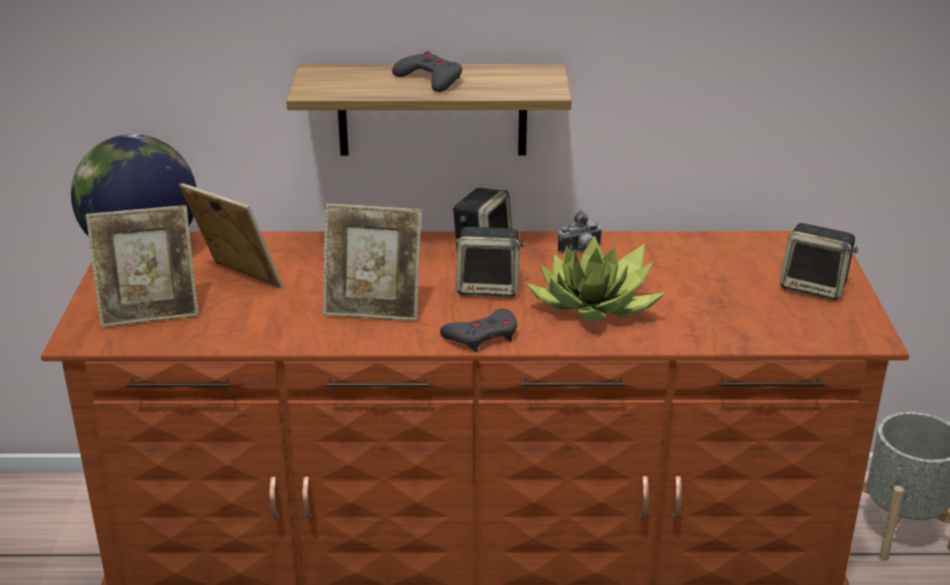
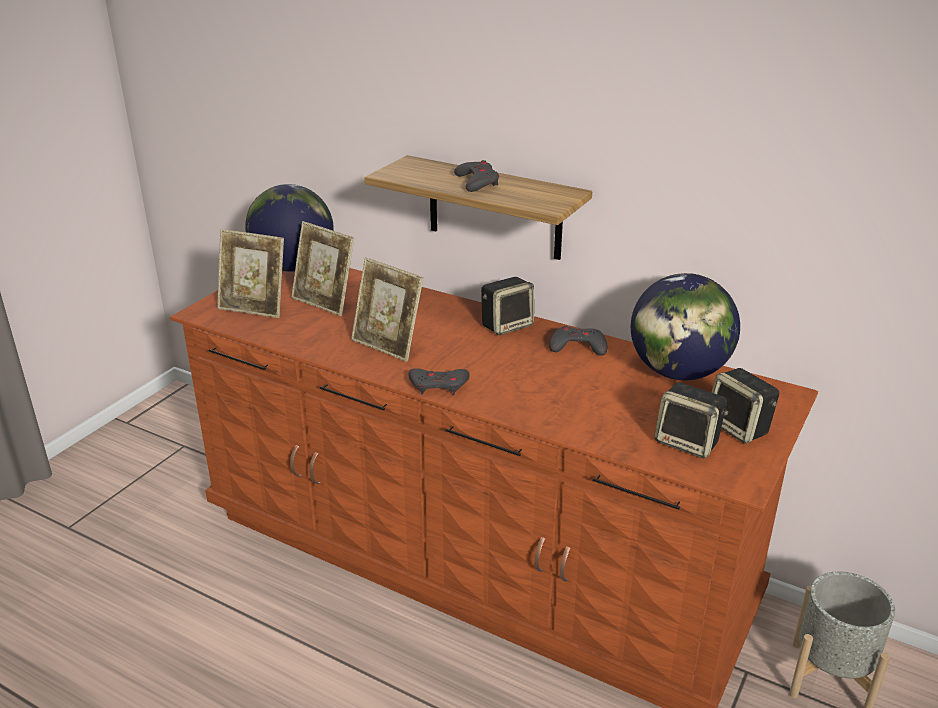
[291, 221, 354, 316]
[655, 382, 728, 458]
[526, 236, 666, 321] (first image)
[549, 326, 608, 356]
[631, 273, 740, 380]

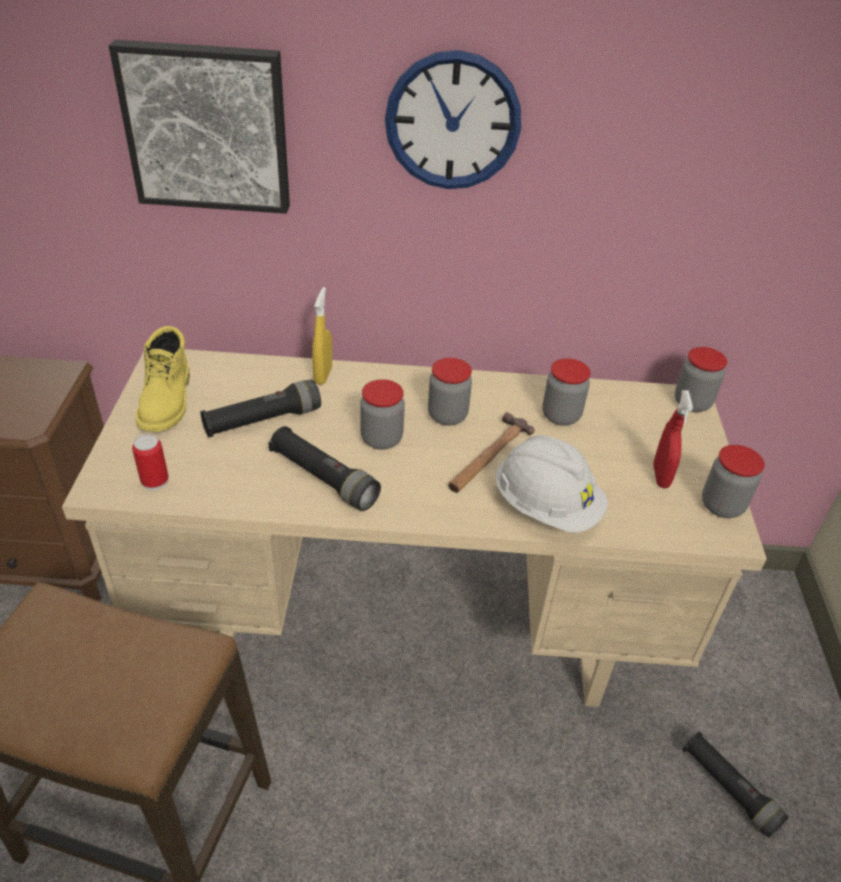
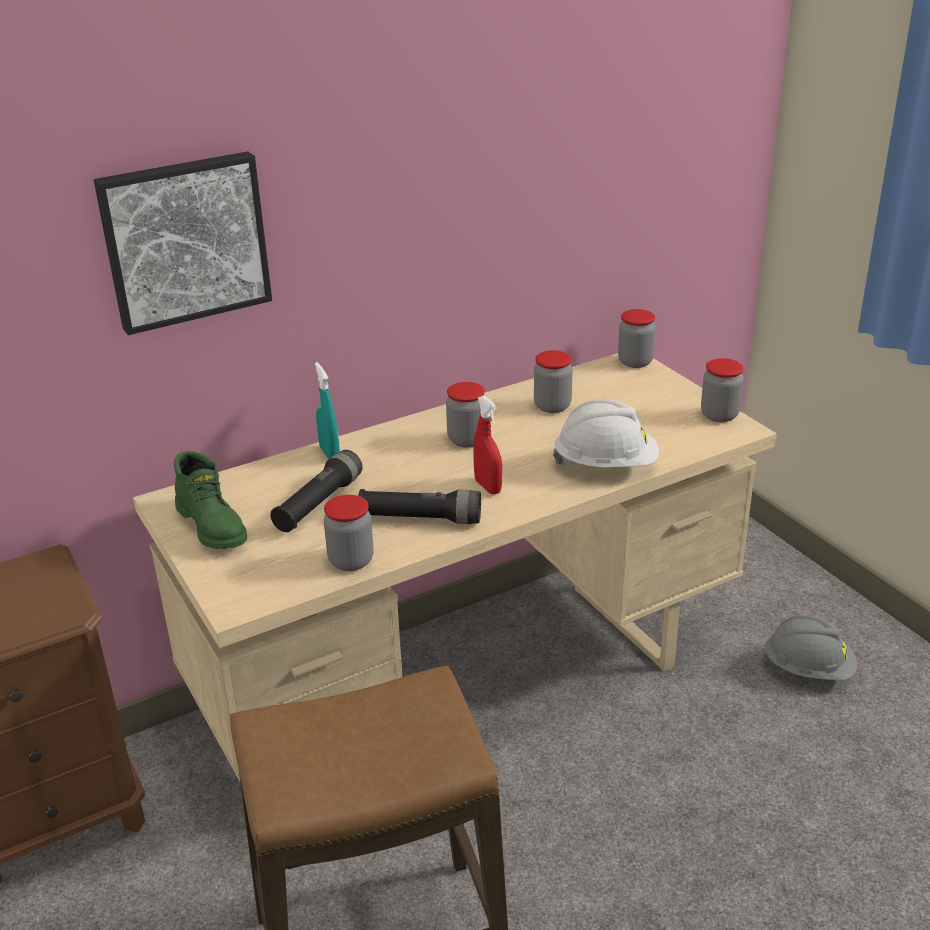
[132, 434, 169, 490] (first image)
[174, 451, 247, 549]
[315, 362, 340, 460]
[324, 495, 374, 571]
[385, 50, 521, 189] (first image)
[448, 412, 535, 493] (first image)
[473, 395, 502, 494]
[763, 615, 857, 680]

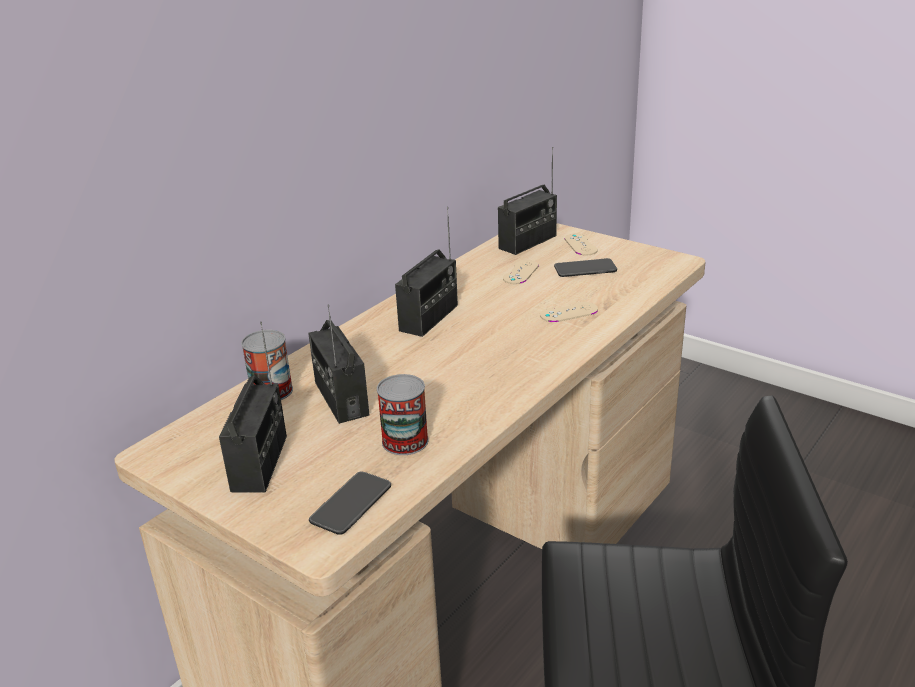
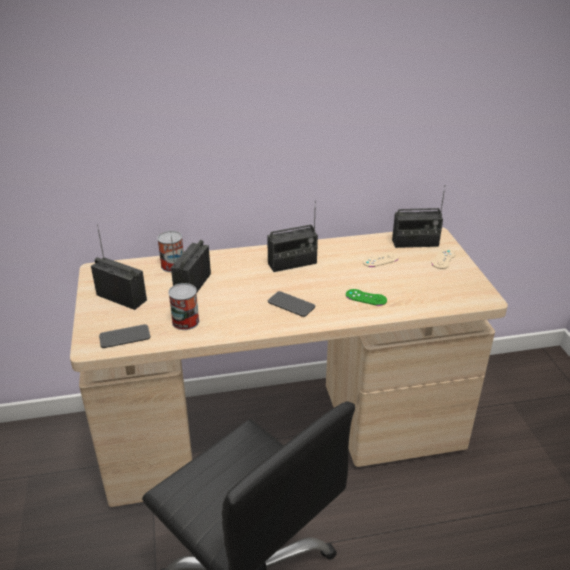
[91, 224, 147, 310]
[346, 289, 387, 306]
[268, 291, 315, 317]

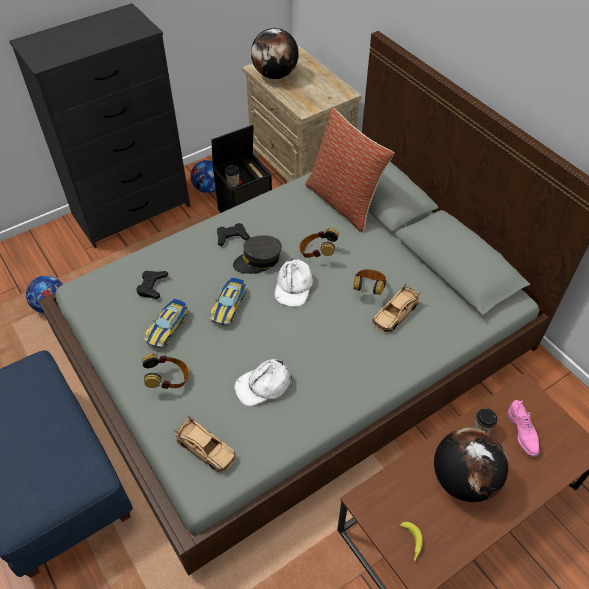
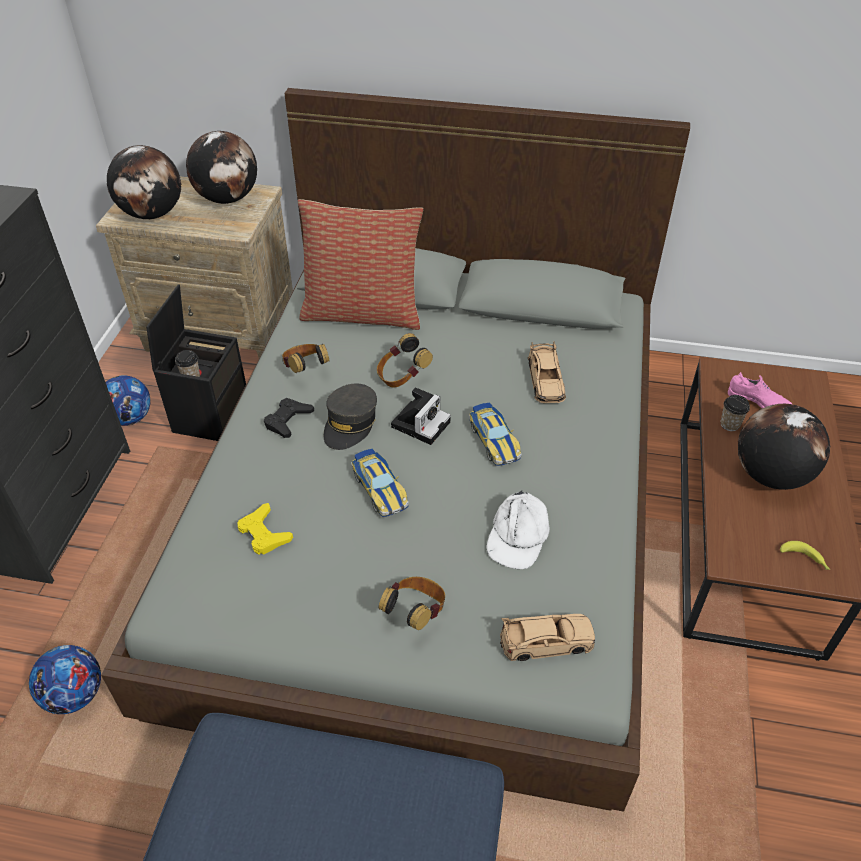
[238, 503, 293, 555]
[469, 403, 522, 466]
[391, 388, 451, 445]
[282, 344, 329, 373]
[186, 131, 257, 204]

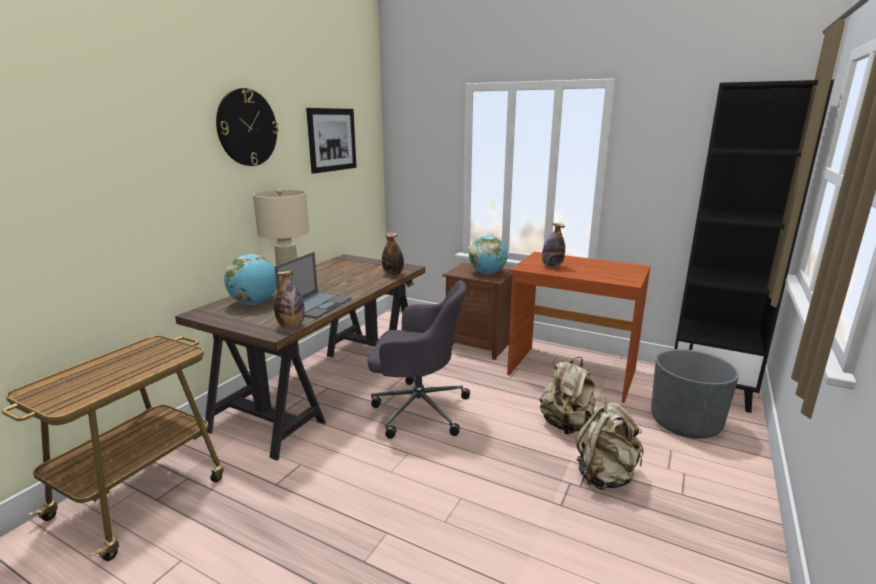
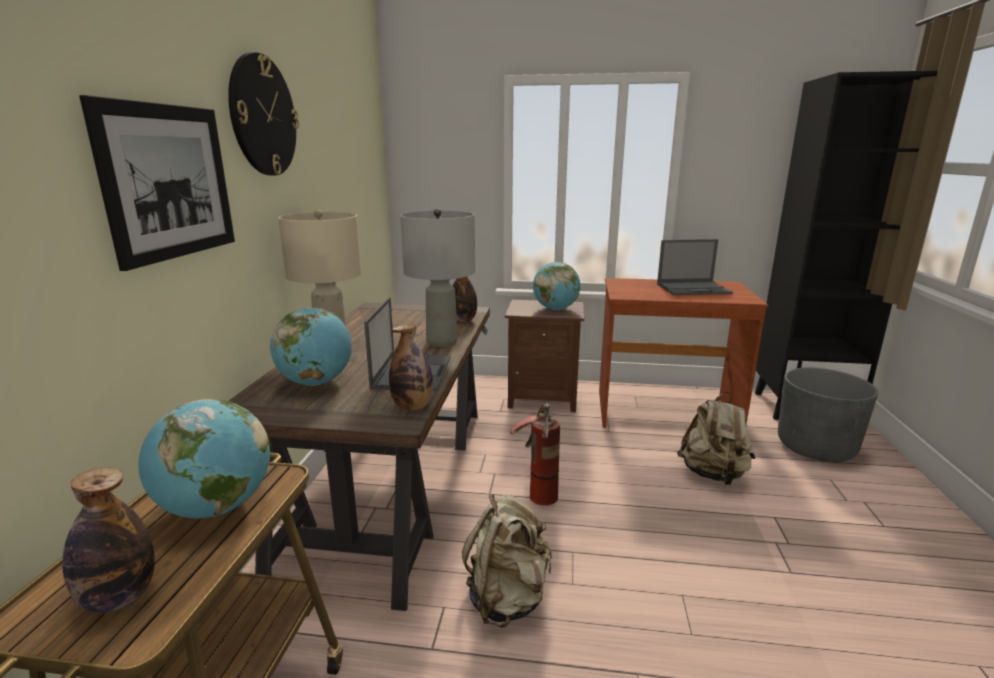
[79, 95, 235, 271]
[510, 404, 560, 505]
[62, 467, 155, 613]
[462, 494, 552, 628]
[138, 399, 270, 518]
[400, 208, 475, 347]
[657, 239, 733, 295]

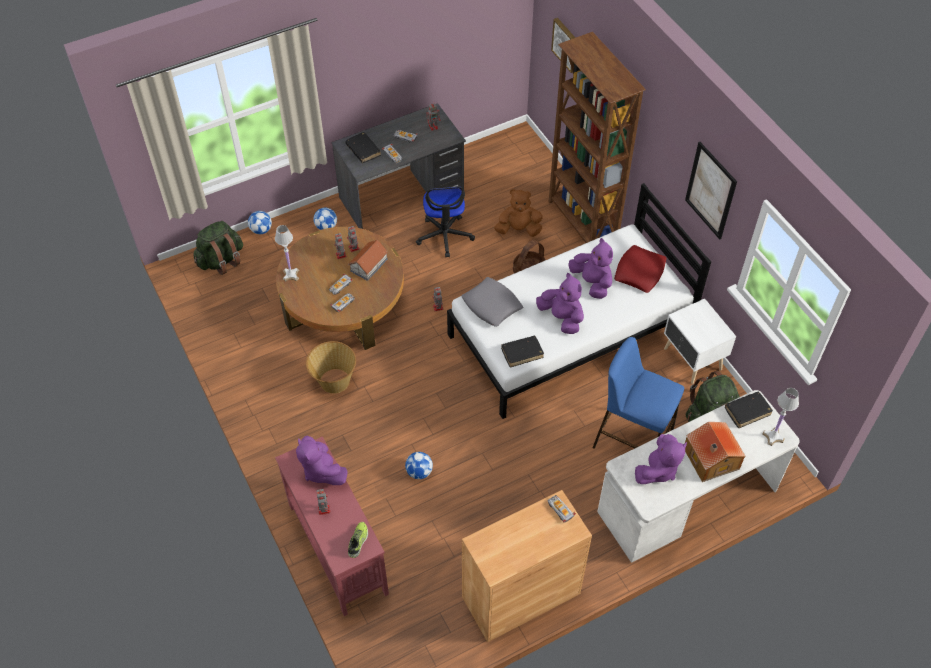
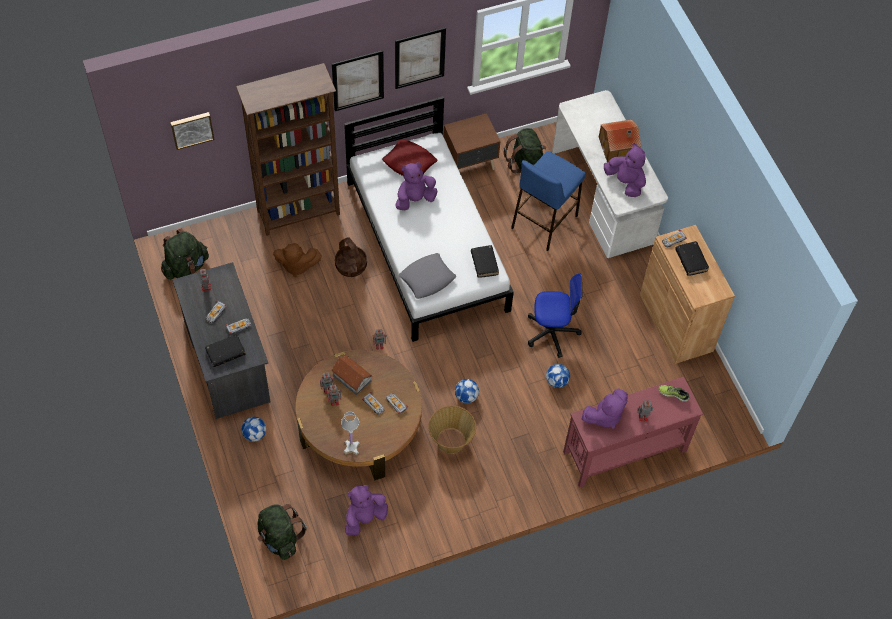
[455, 379, 479, 403]
[528, 273, 582, 358]
[273, 243, 322, 277]
[345, 485, 388, 535]
[444, 113, 501, 170]
[675, 241, 709, 276]
[762, 388, 799, 446] (first image)
[161, 229, 209, 280]
[332, 50, 384, 111]

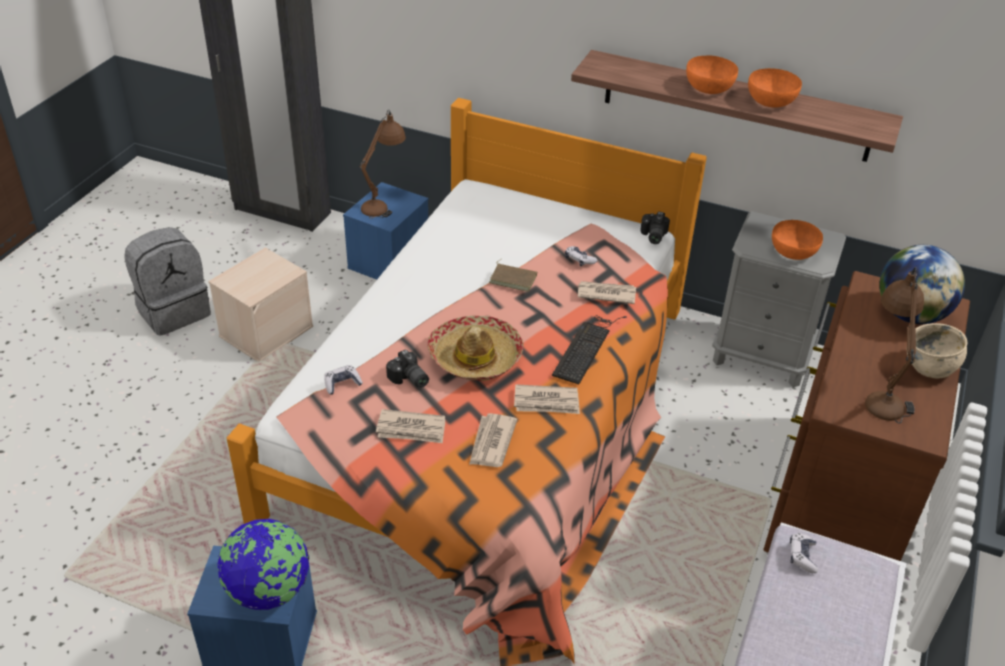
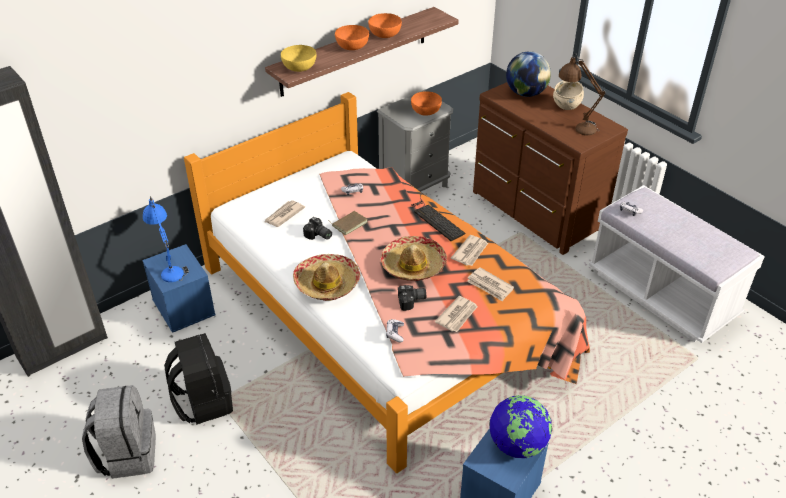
[164, 333, 233, 425]
[143, 196, 189, 282]
[265, 200, 305, 227]
[303, 217, 332, 240]
[281, 45, 316, 72]
[293, 254, 361, 301]

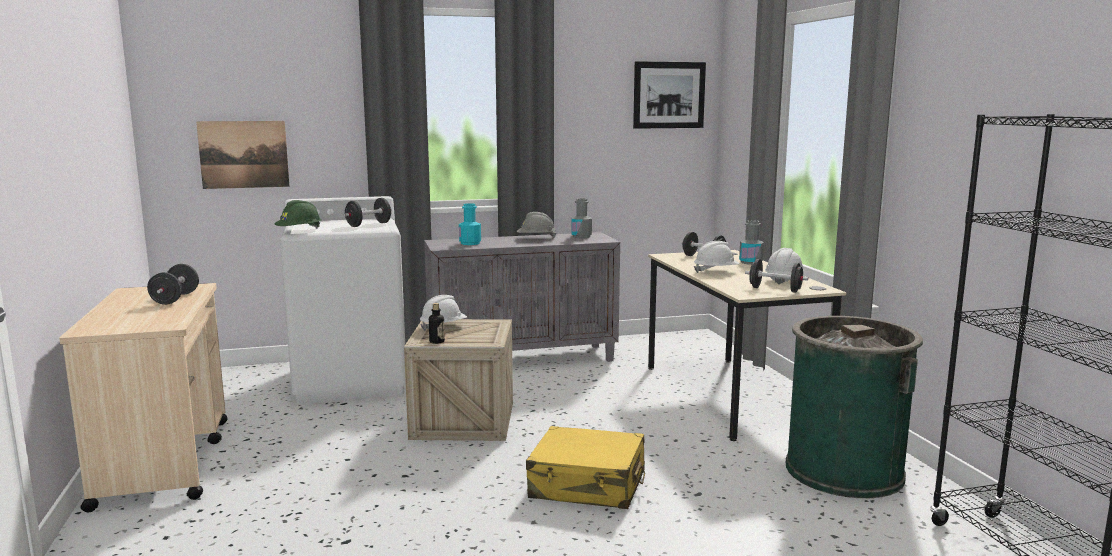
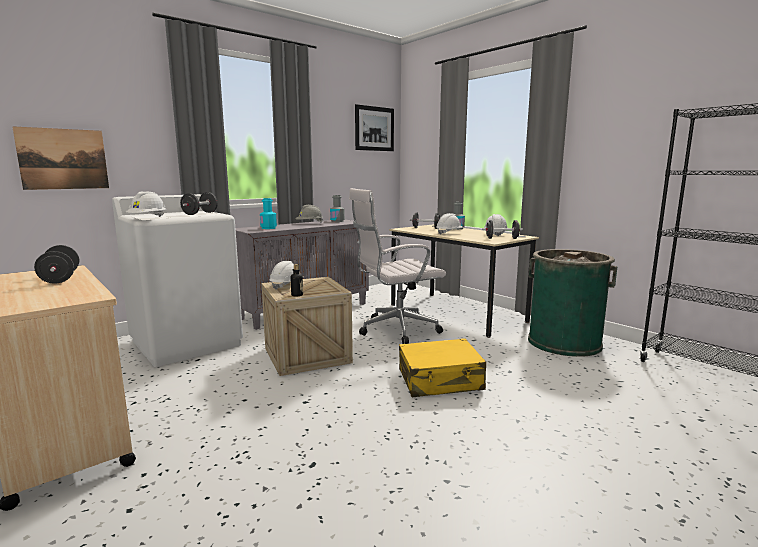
[126, 191, 166, 217]
[349, 188, 446, 344]

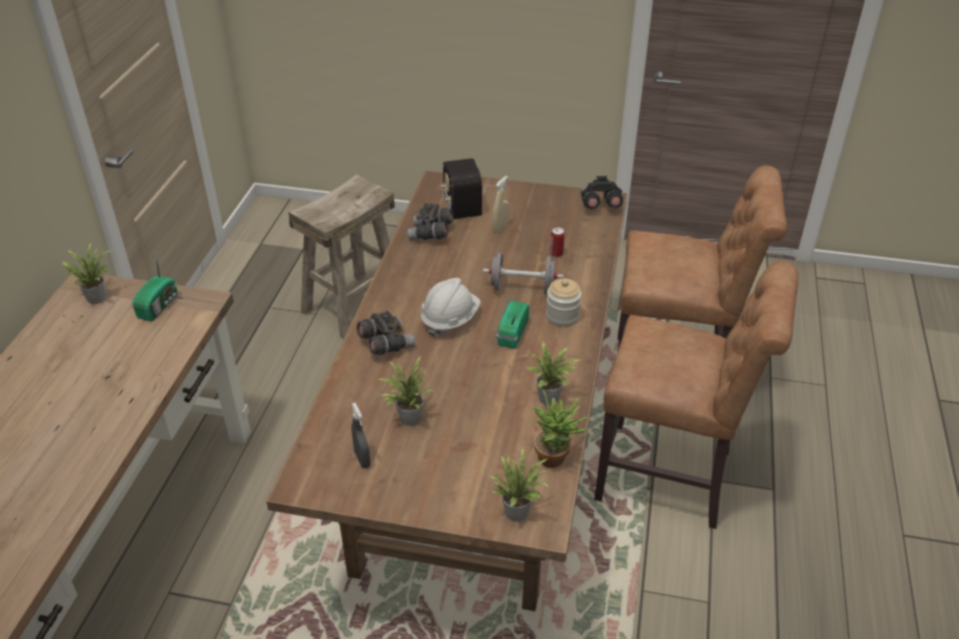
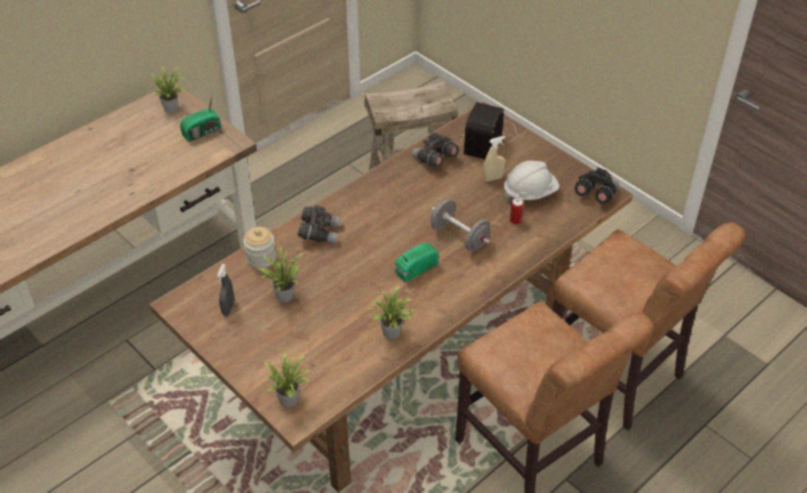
[504, 161, 559, 201]
[533, 390, 593, 468] (first image)
[243, 227, 276, 269]

